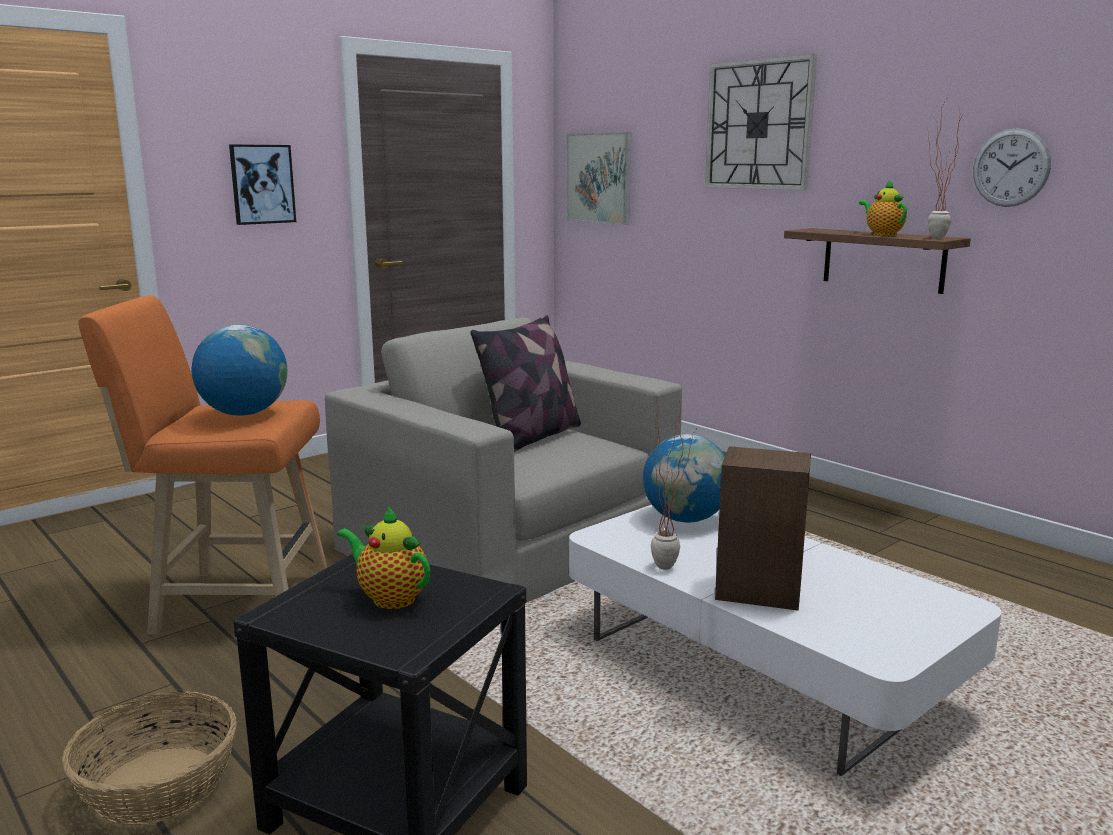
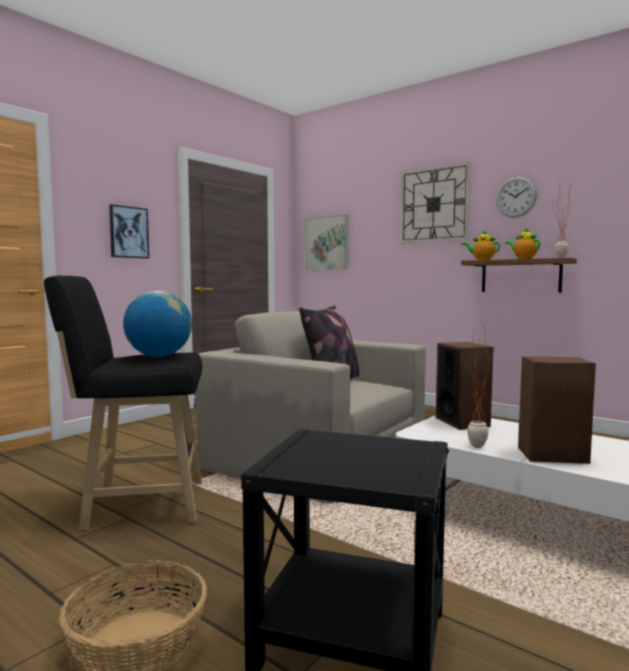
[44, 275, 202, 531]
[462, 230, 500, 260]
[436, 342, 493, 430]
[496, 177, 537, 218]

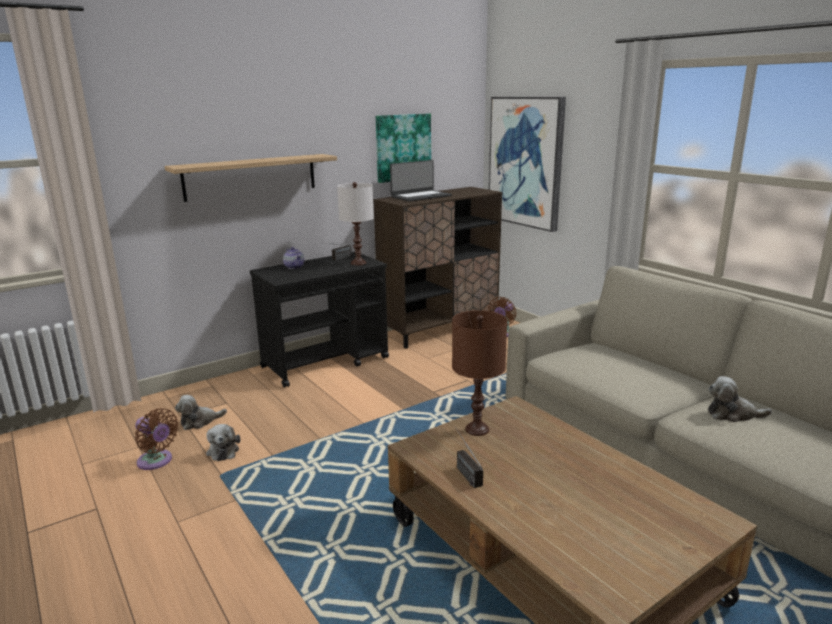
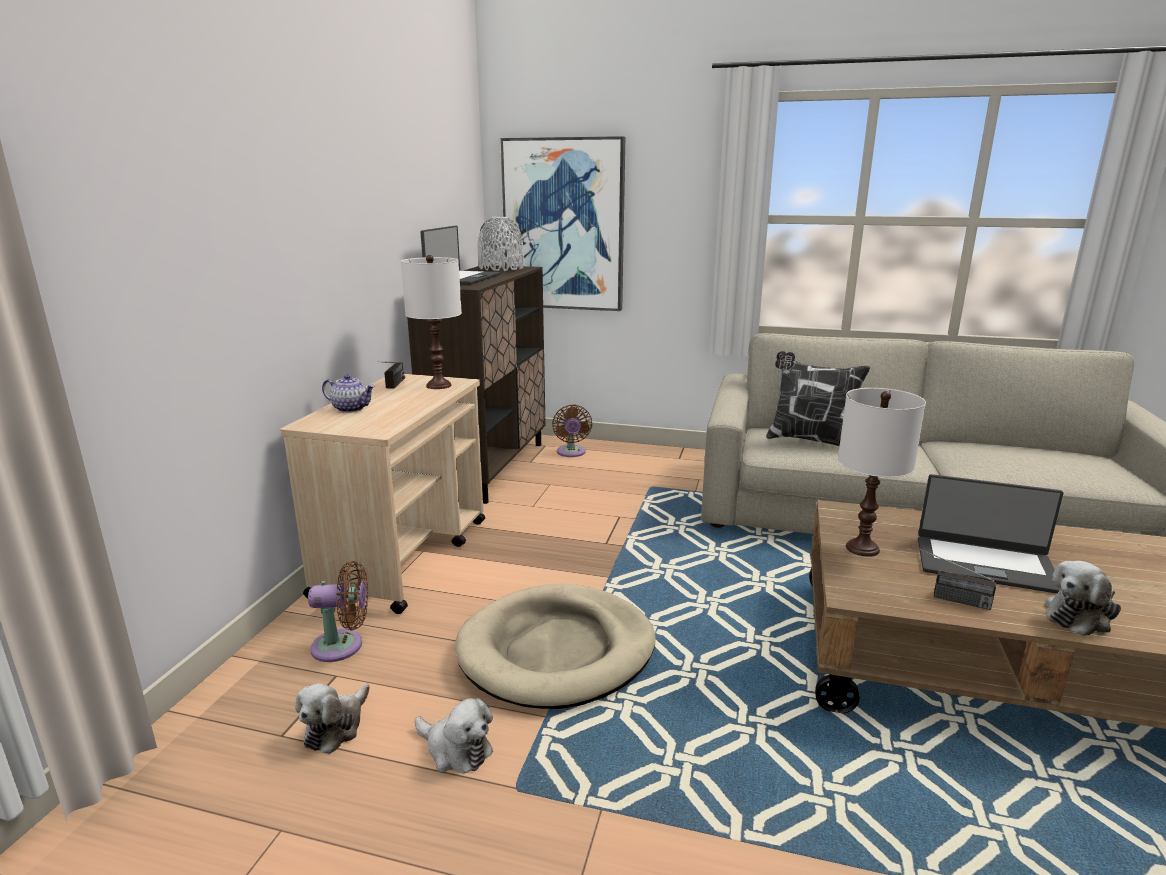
[308, 561, 368, 662]
[164, 154, 337, 202] (first image)
[280, 374, 485, 614]
[376, 114, 431, 183] (first image)
[838, 388, 926, 557]
[1045, 561, 1121, 636]
[455, 584, 656, 709]
[477, 217, 524, 271]
[766, 351, 870, 446]
[918, 474, 1063, 594]

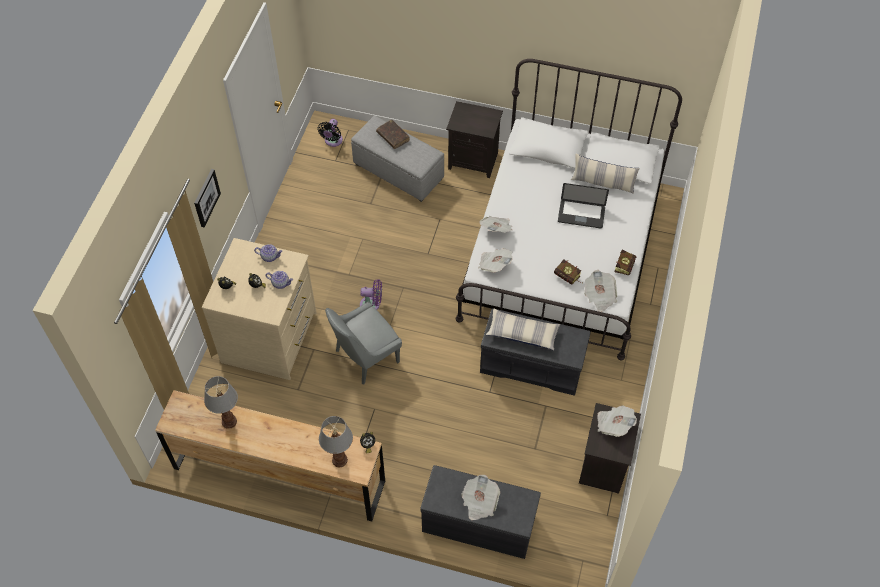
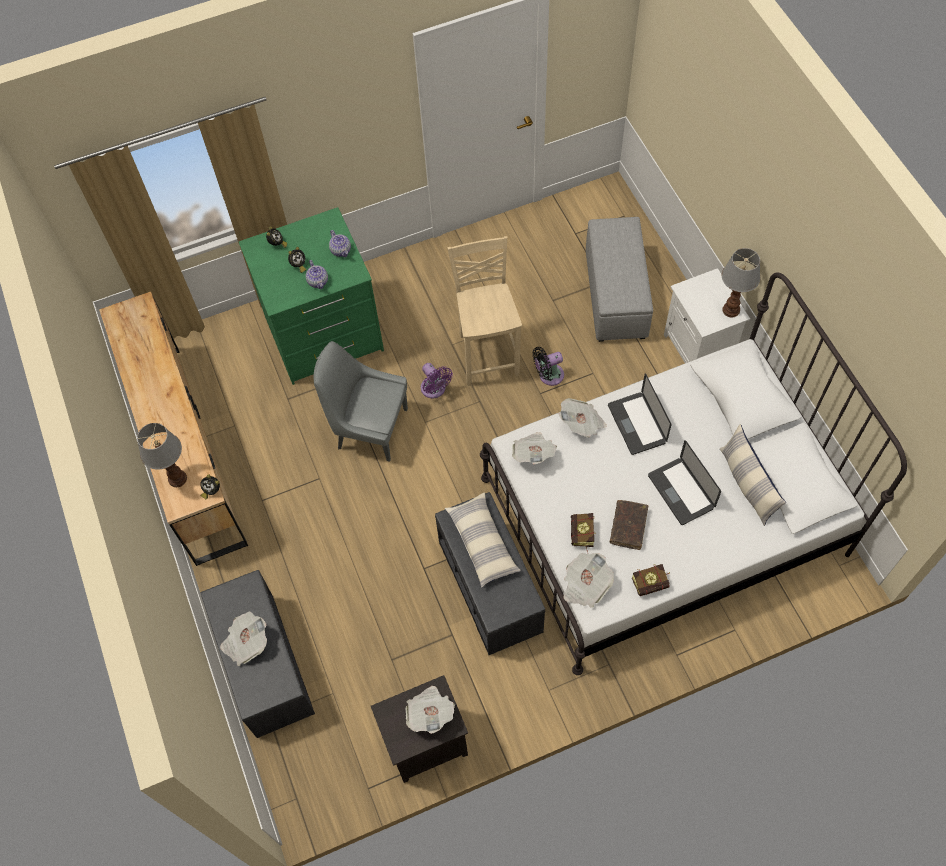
[194, 169, 221, 227] (first image)
[239, 207, 384, 385]
[722, 248, 760, 317]
[533, 347, 564, 386]
[610, 500, 648, 550]
[664, 268, 750, 363]
[447, 236, 522, 386]
[608, 374, 671, 455]

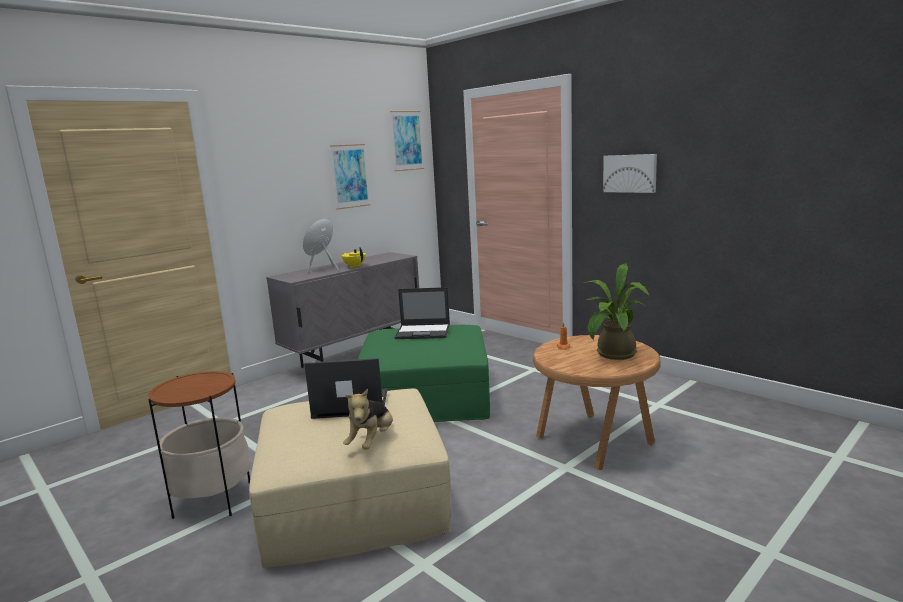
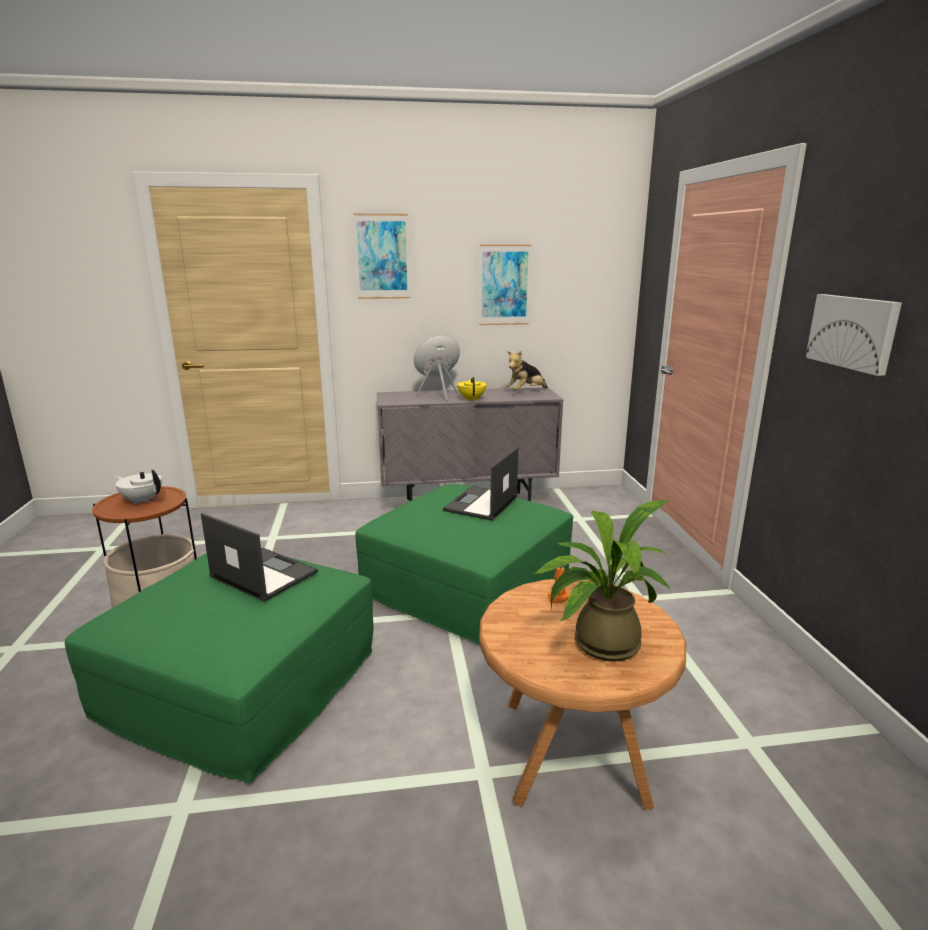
[65, 553, 373, 784]
[505, 351, 548, 390]
[354, 214, 410, 299]
[443, 447, 518, 521]
[115, 470, 162, 504]

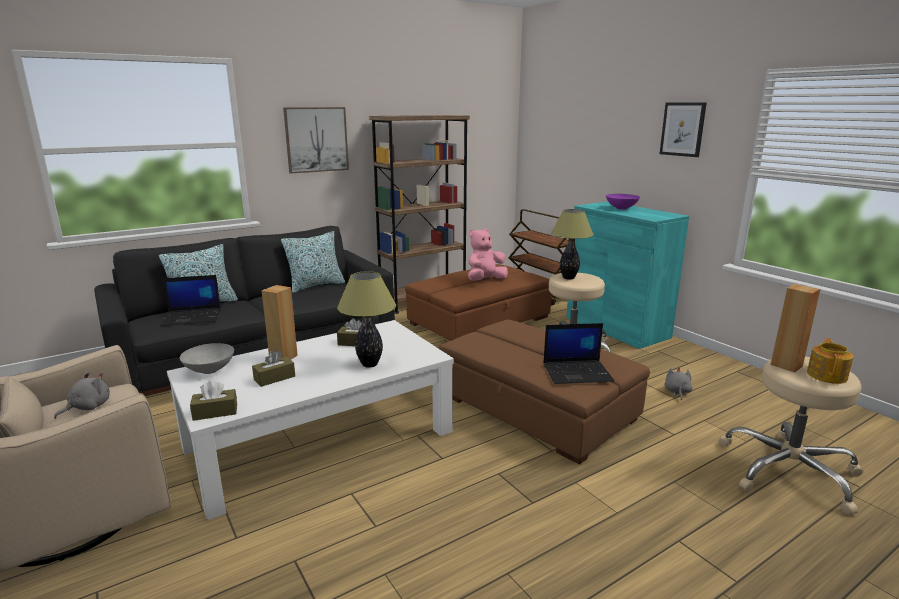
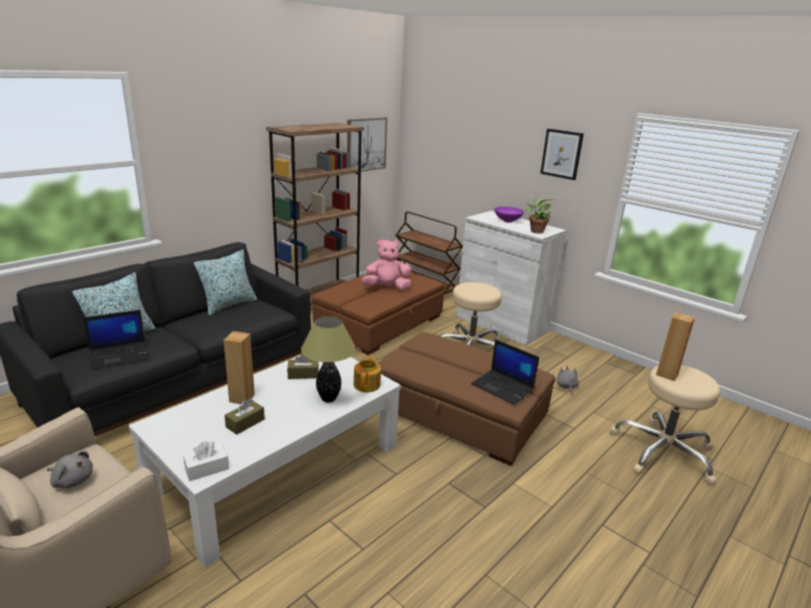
[47, 451, 93, 488]
[180, 343, 234, 374] (first image)
[183, 441, 229, 481]
[347, 118, 387, 172]
[361, 239, 411, 290]
[471, 339, 539, 405]
[551, 209, 594, 280] (first image)
[456, 211, 567, 345]
[354, 355, 381, 392]
[526, 195, 554, 234]

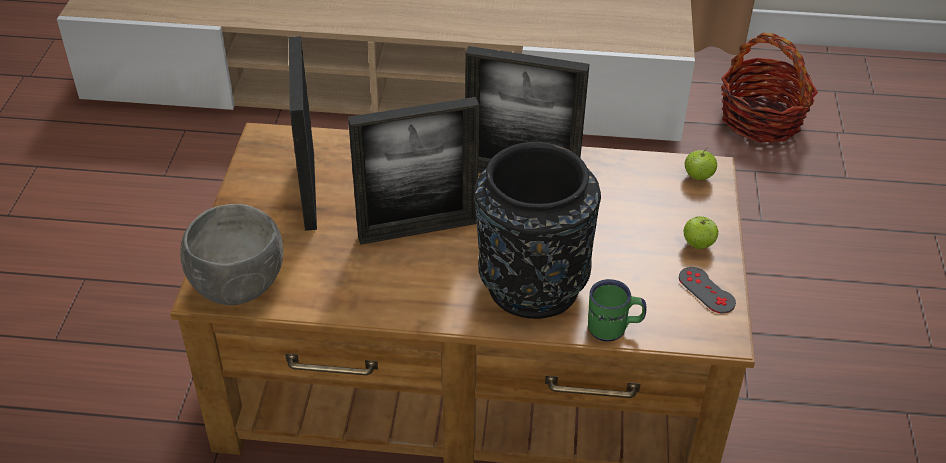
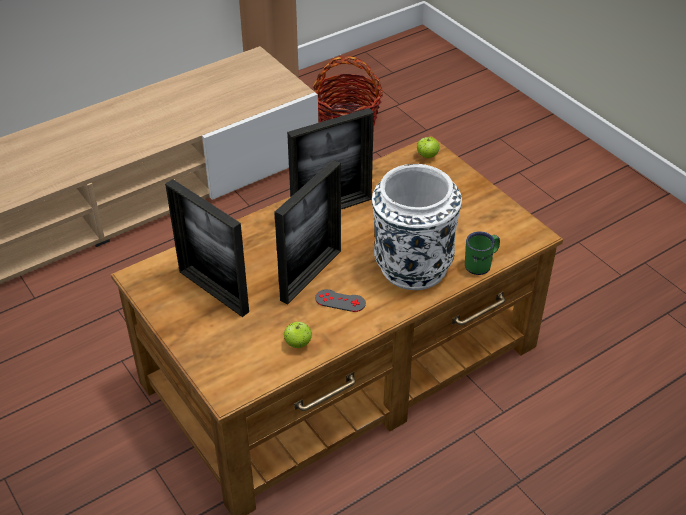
[180, 204, 283, 305] (first image)
[372, 164, 462, 290]
[315, 289, 366, 312]
[284, 322, 312, 348]

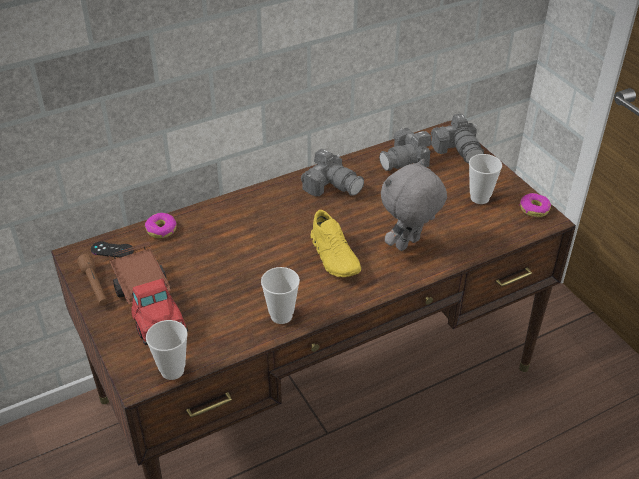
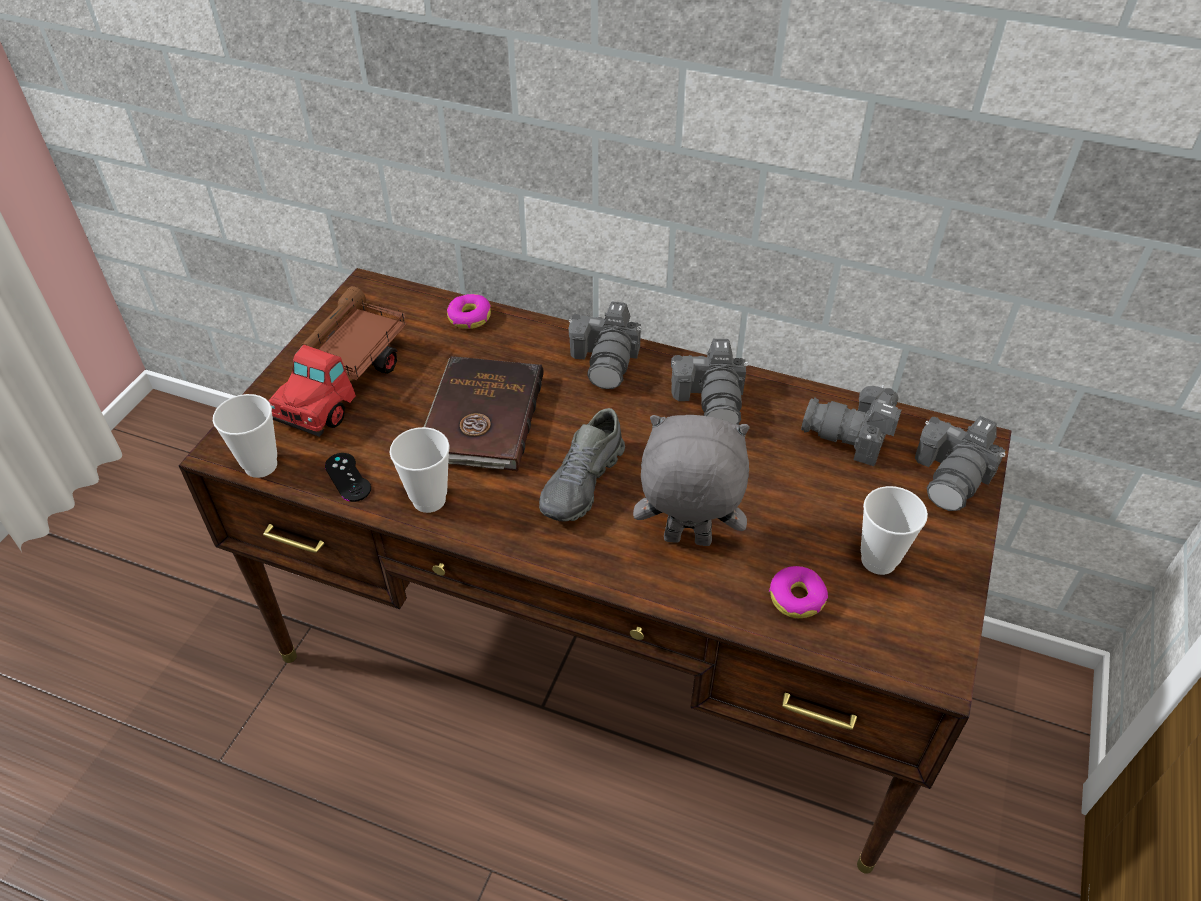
[325, 453, 371, 502]
[539, 408, 625, 522]
[769, 566, 828, 618]
[424, 356, 544, 471]
[569, 301, 642, 389]

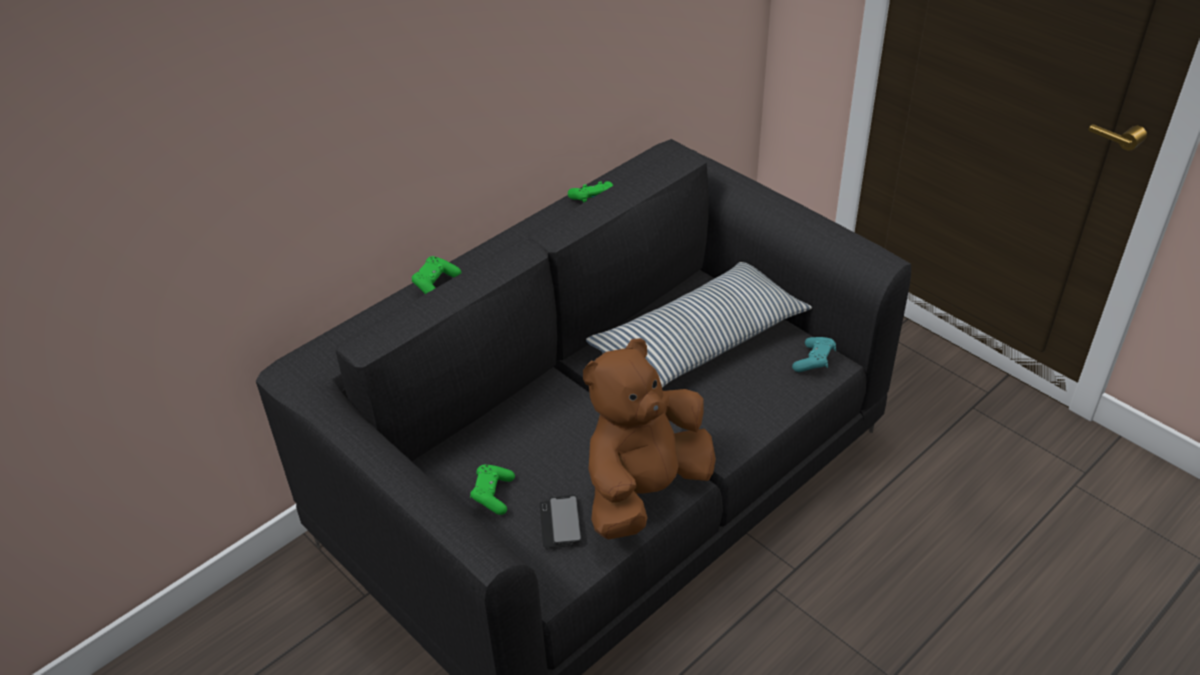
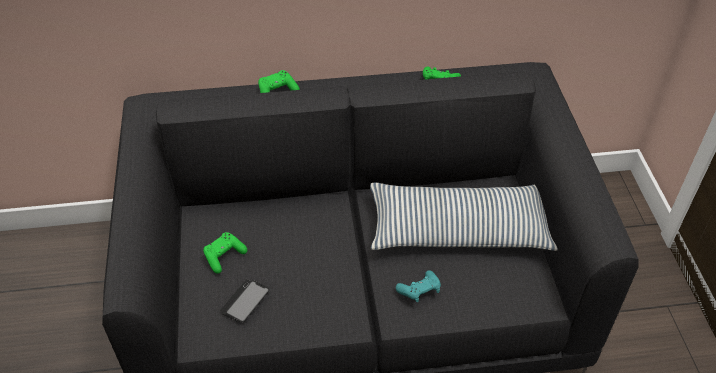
[583, 338, 716, 540] (first image)
[396, 270, 441, 302]

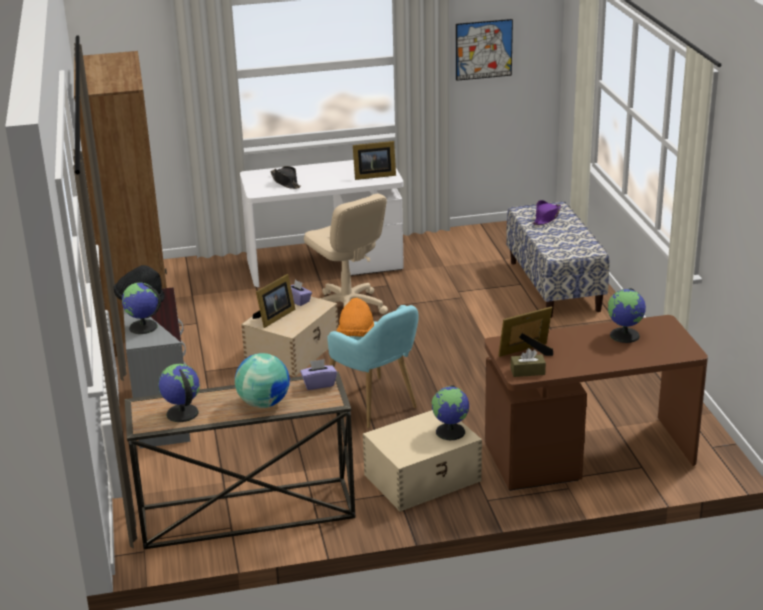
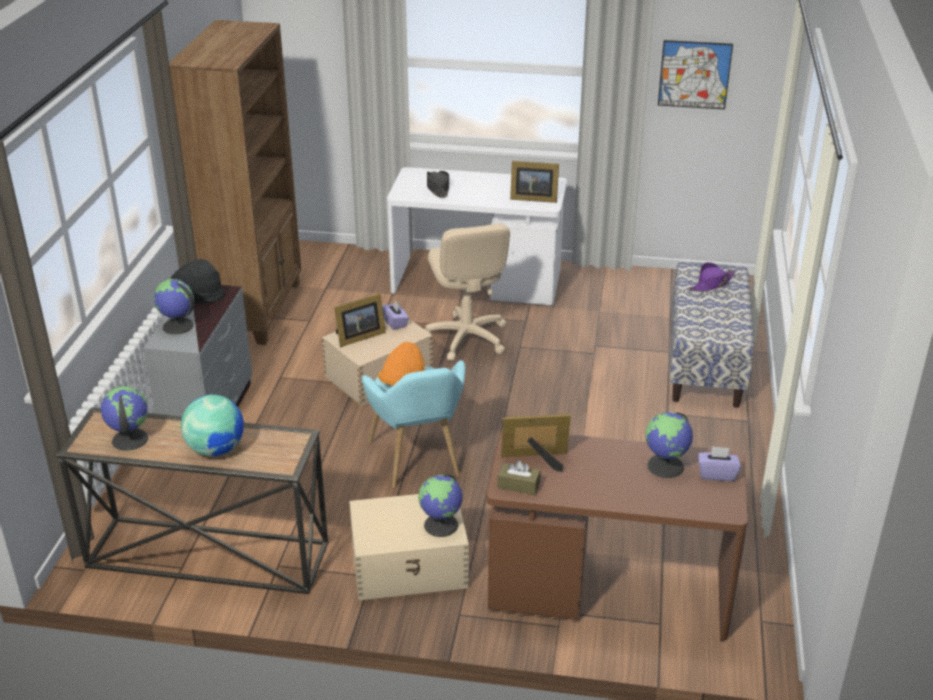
[698, 446, 741, 481]

